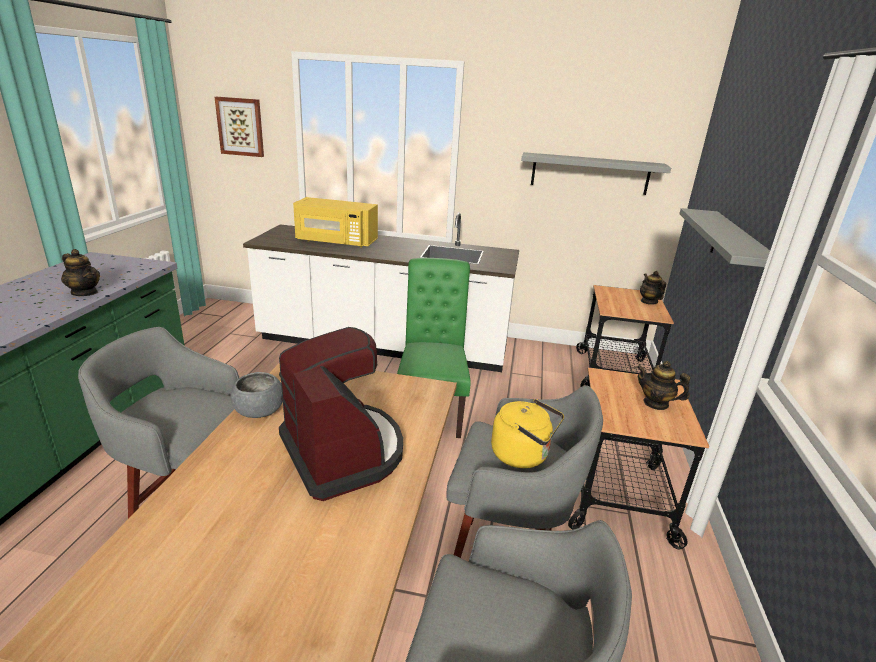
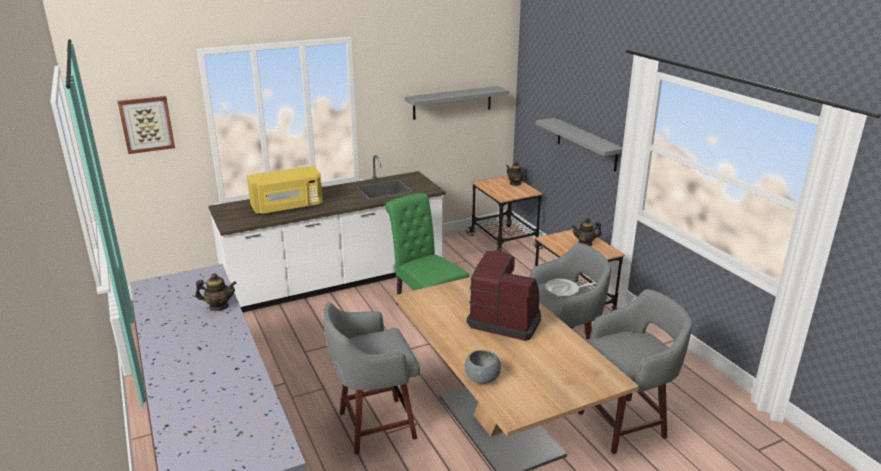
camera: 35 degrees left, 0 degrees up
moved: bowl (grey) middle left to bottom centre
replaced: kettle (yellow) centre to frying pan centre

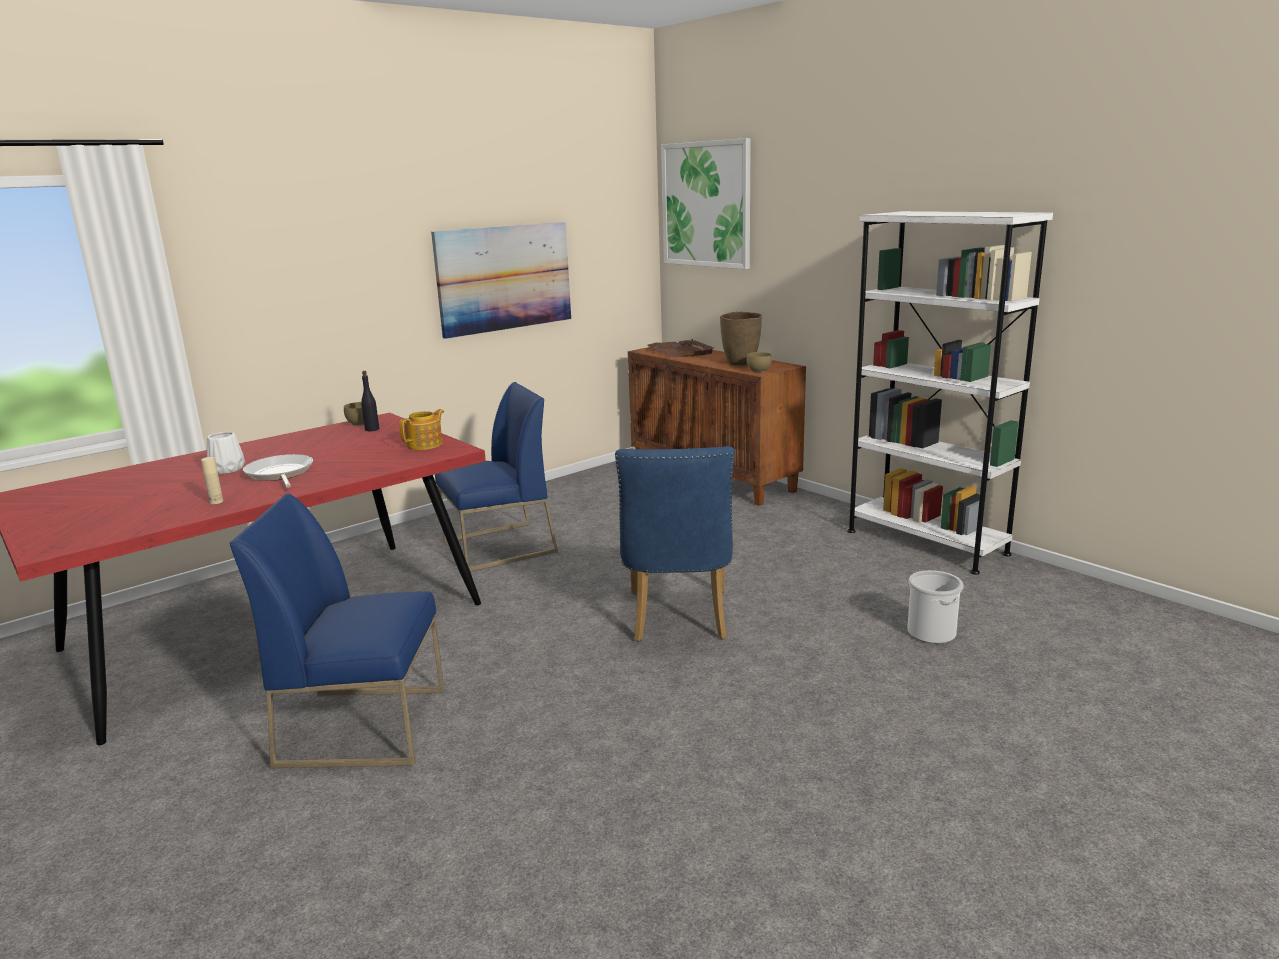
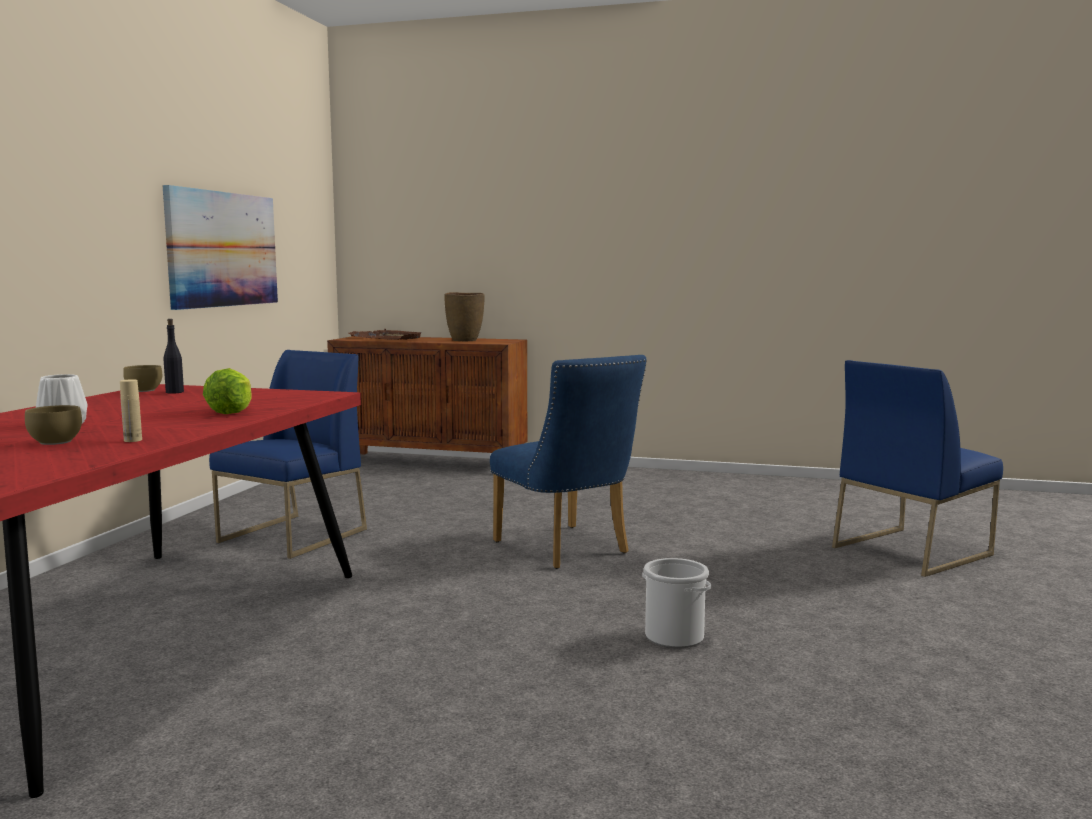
camera: 35 degrees left, 10 degrees down
removed: picture (2nd from left) top centre; bookcase (white) middle right; teapot middle left; frying pan middle left
added: lettuce middle left
moved: bowl (brown) (2nd from left in the first image) centre to bowl (brown) (1st from left) middle left; chair (blue) (1st from left in the first image) middle left to chair (blue) (3rd from left) middle right; bucket middle right to bottom centre

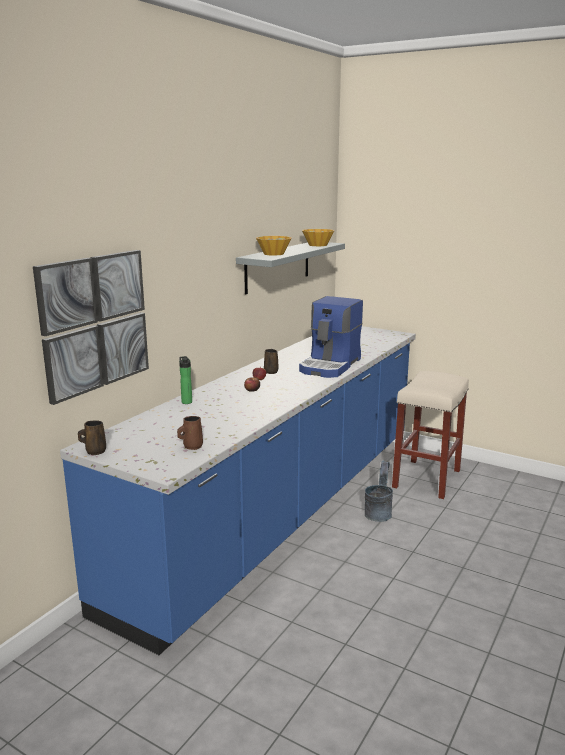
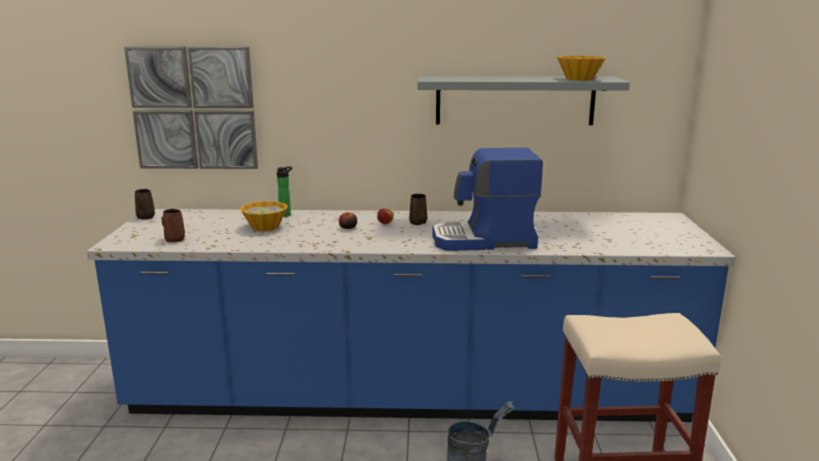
camera: 60 degrees right, 0 degrees up
moved: bowl (1st from left) top centre to middle left

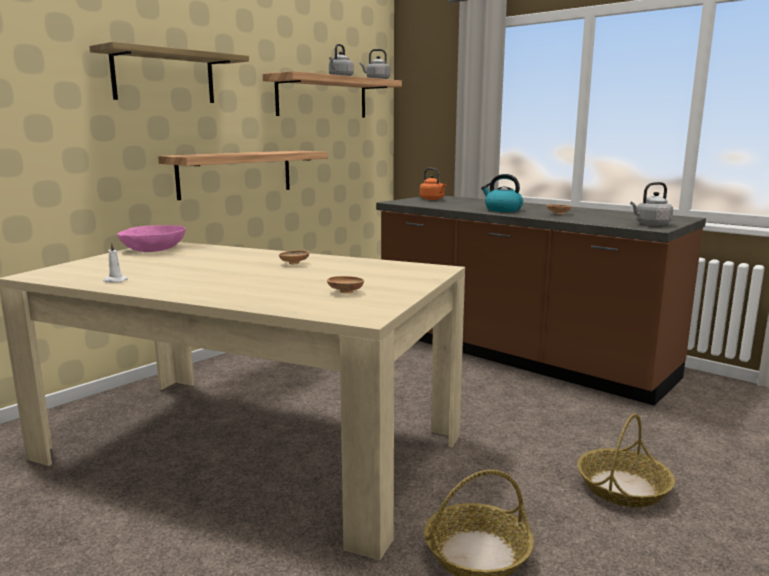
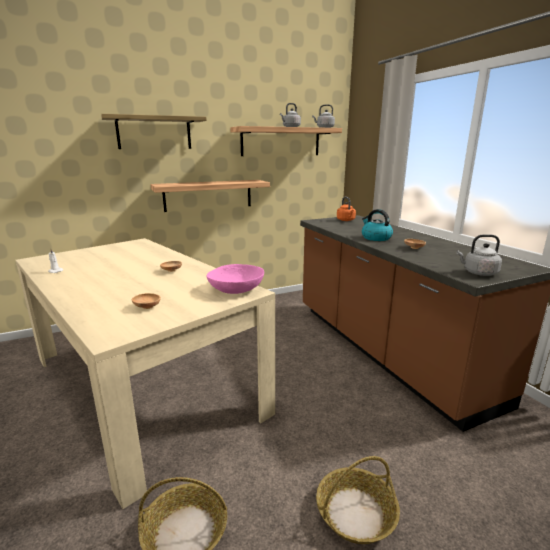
camera: 25 degrees right, 5 degrees up
moved: bowl (pink) middle left to centre

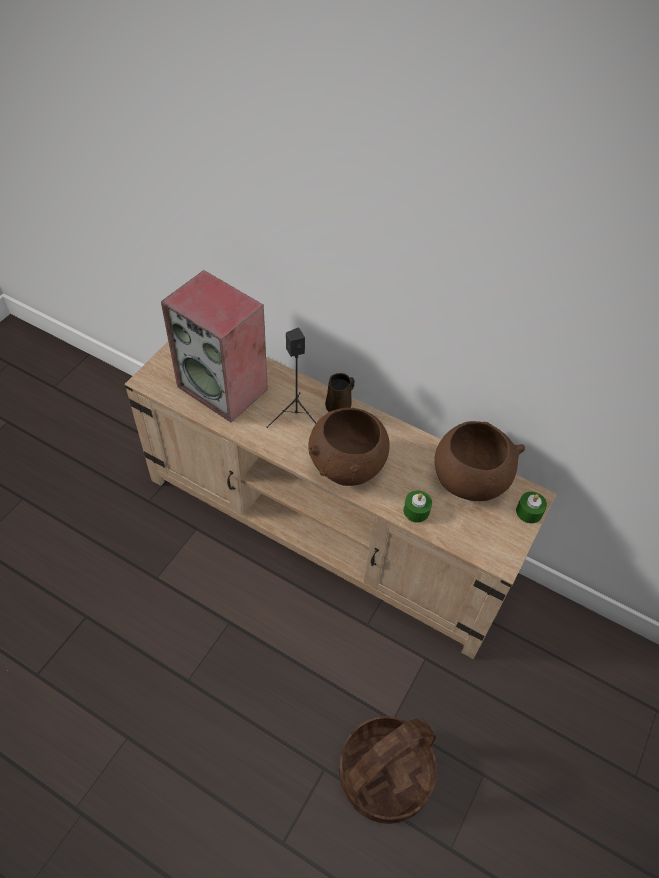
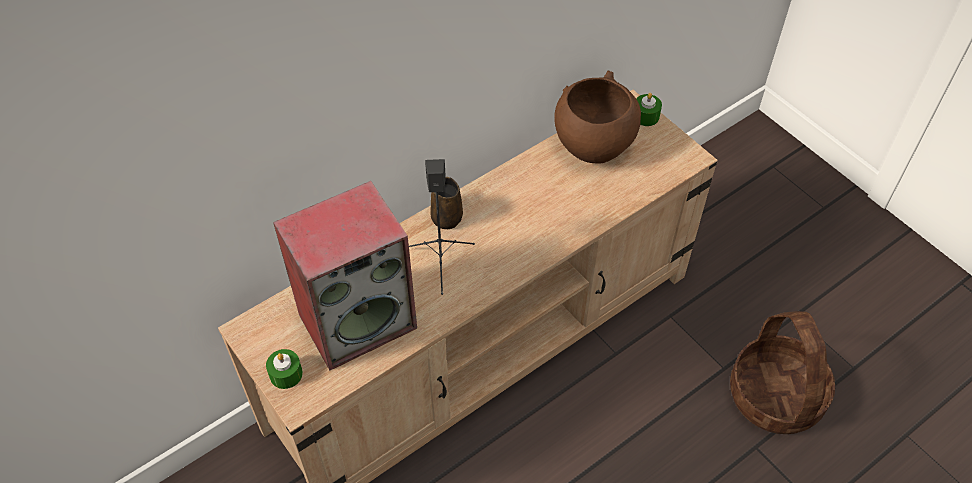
camera: 65 degrees left, 0 degrees up
removed: bowl (brown) (1st from left) centre
moved: candle (green) (1st from left) centre to bottom left

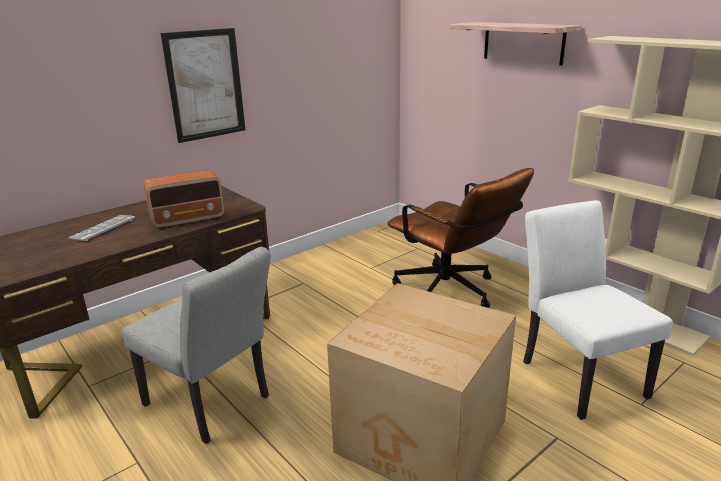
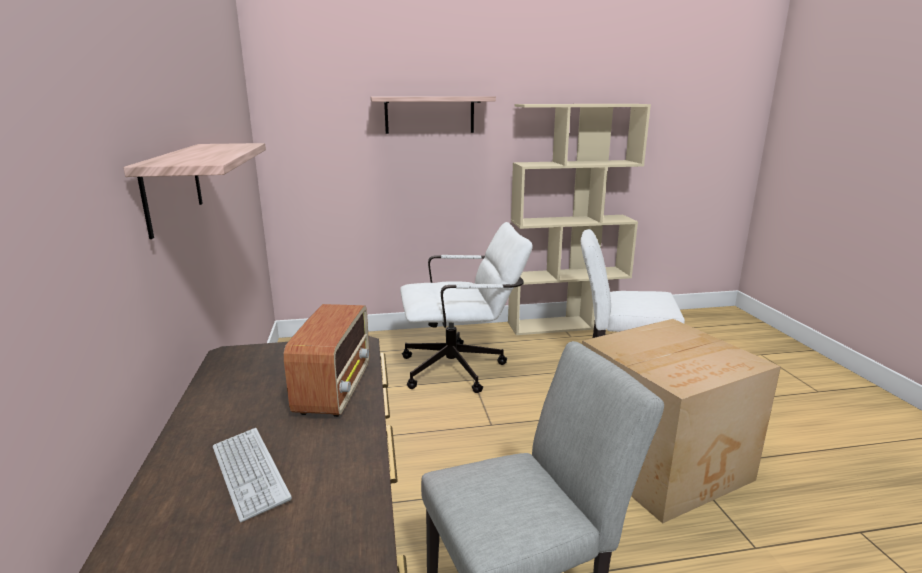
camera: 60 degrees left, 5 degrees down
replaced: picture top left to shelf (1st from left) middle left
recoloured: office chair (brown) centre to office chair (white) centre

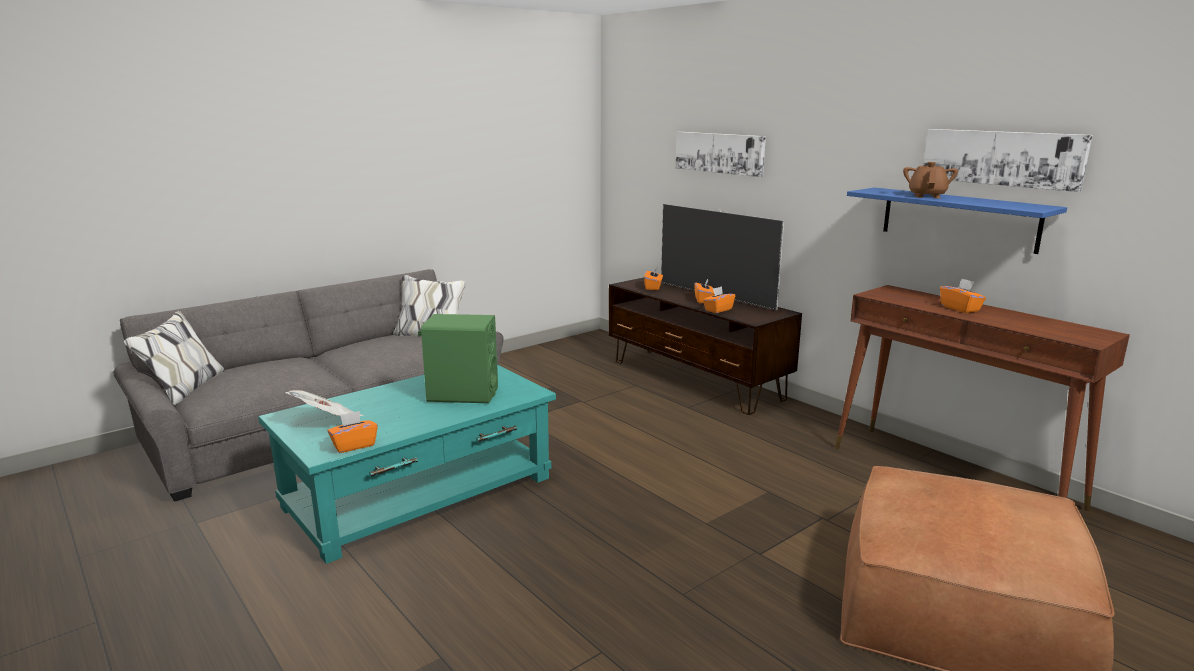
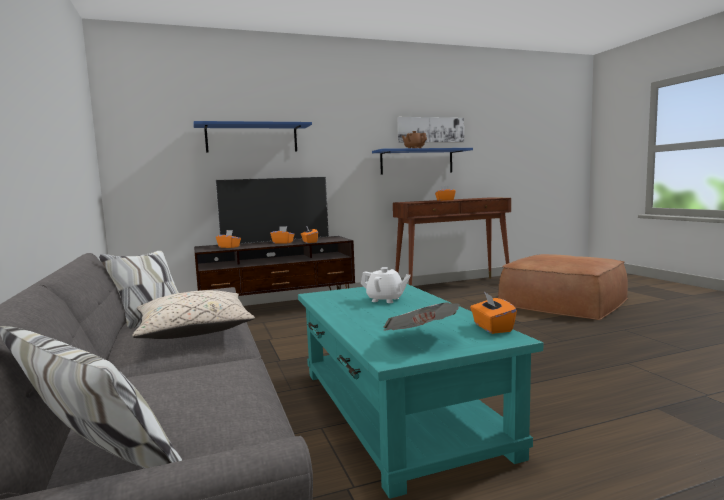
camera: 70 degrees left, 10 degrees down
added: pillow (beige) middle left
replaced: picture (1st from left) top centre to shelf (blue) (1st from left) top centre; speaker (green) centre to teapot (white) centre

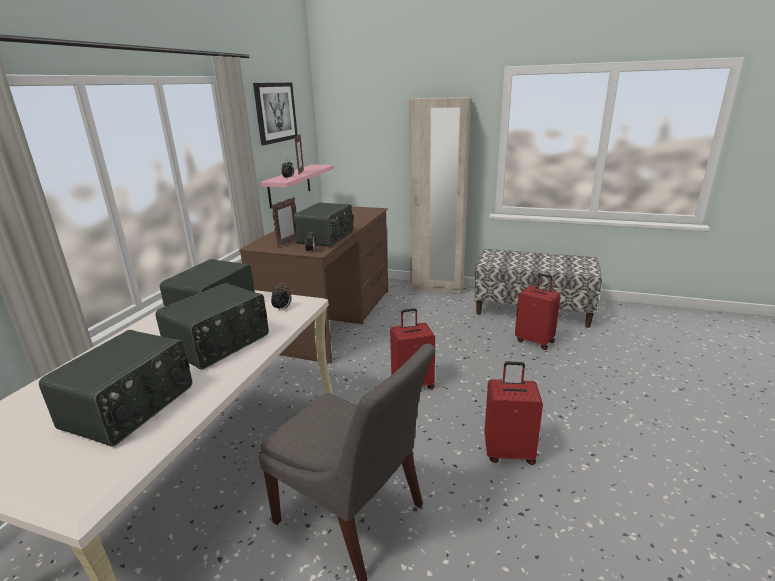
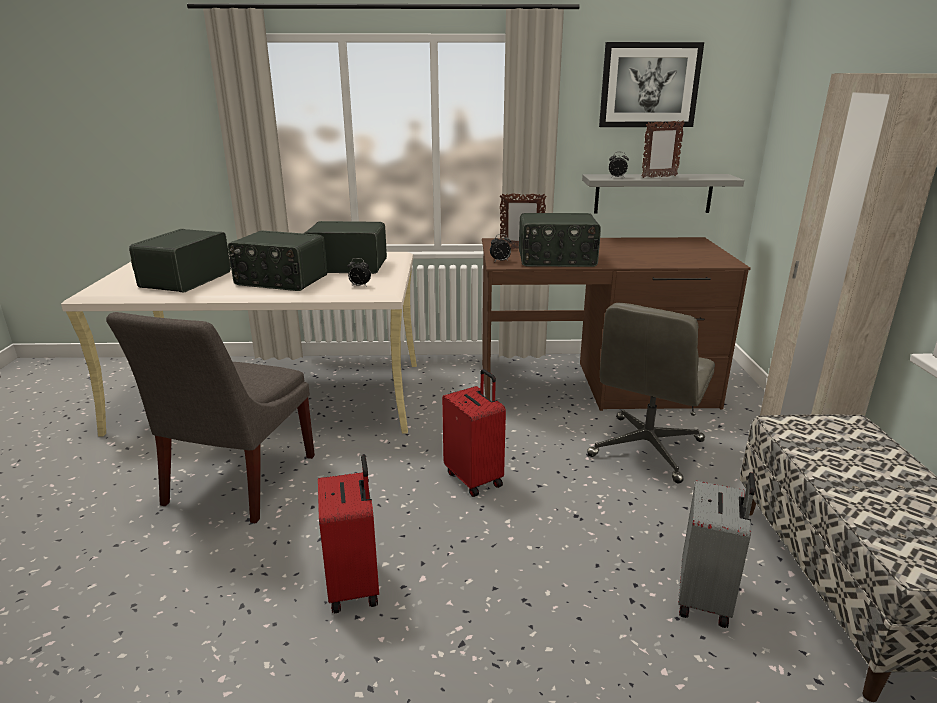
camera: 70 degrees right, 0 degrees up
added: office chair (grey) middle right
recoloured: shelf (pink) top centre to shelf (grey) top right; suitcase (red) (3rd from left) middle right to suitcase (grey) bottom right
turned: radio (1st from left) bottom left = middle left 105 degrees clockwise

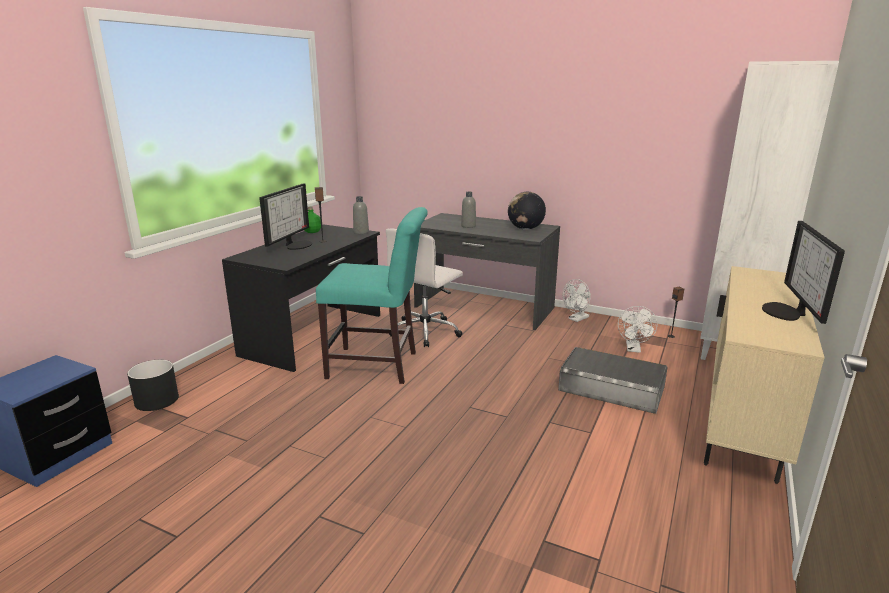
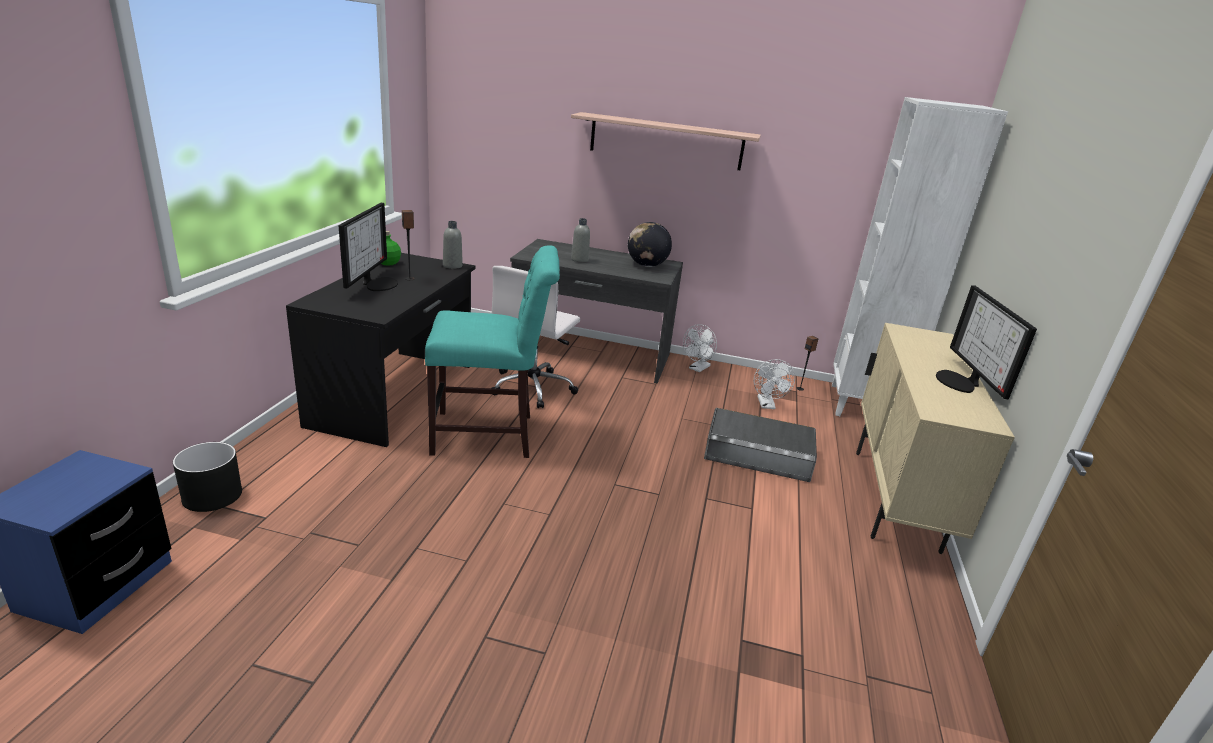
camera: 15 degrees left, 5 degrees up
added: shelf top centre

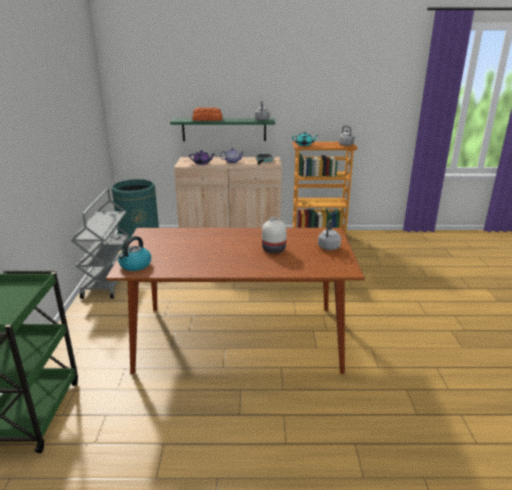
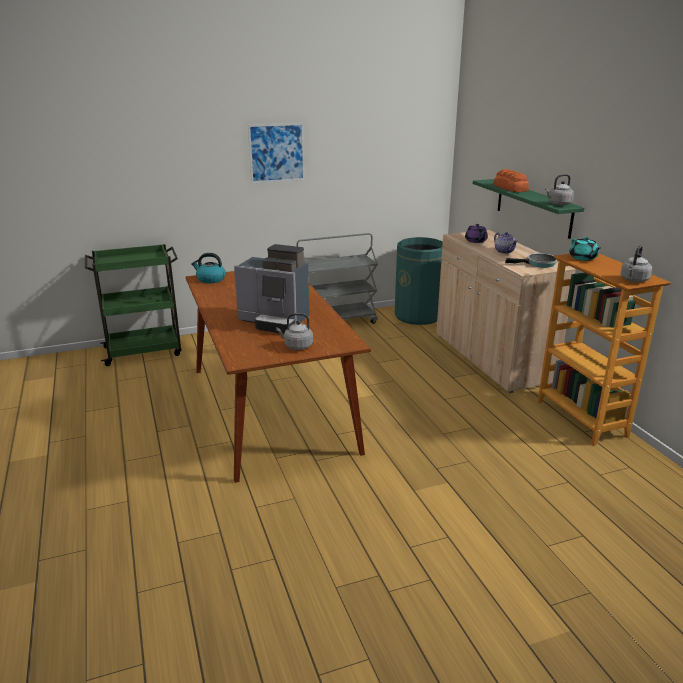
camera: 70 degrees right, 0 degrees up
added: picture top centre
replaced: vase (white) centre to coffee machine centre

